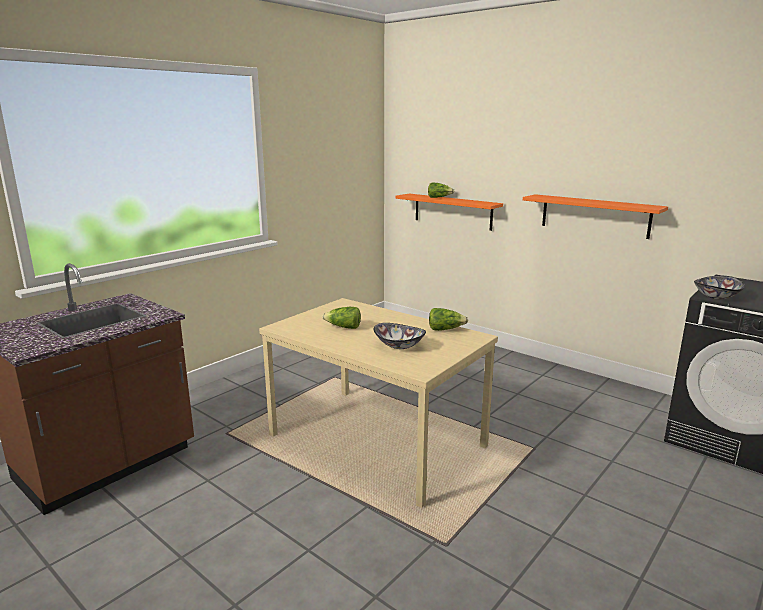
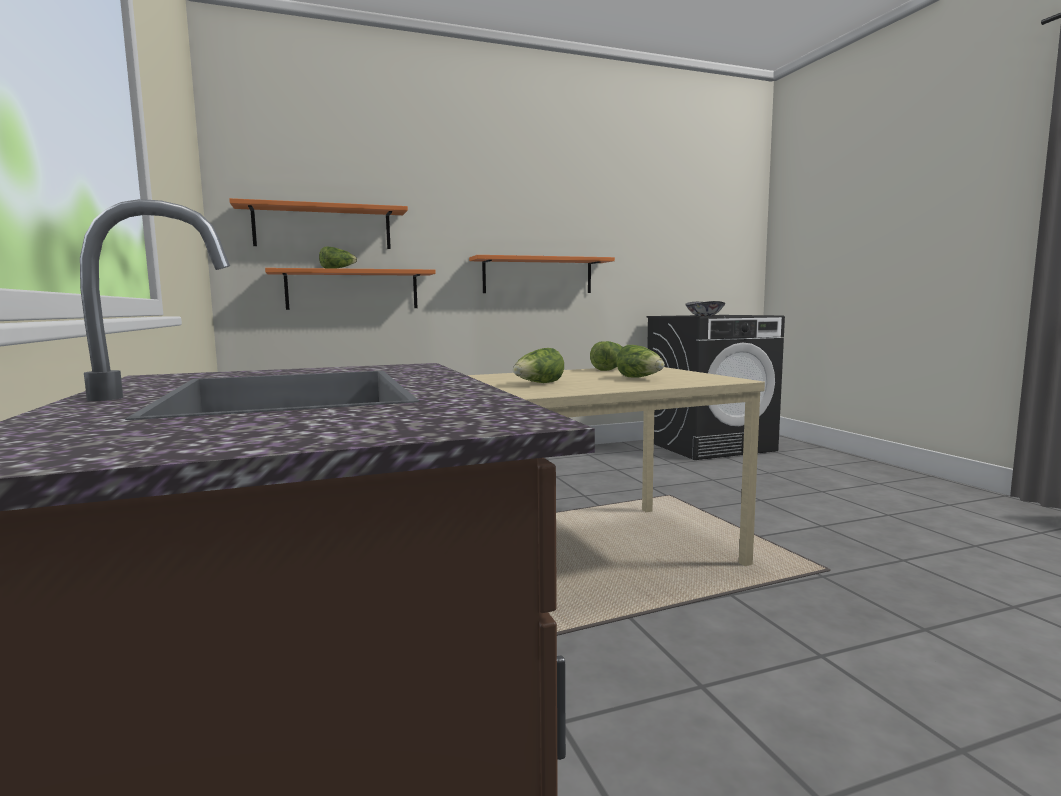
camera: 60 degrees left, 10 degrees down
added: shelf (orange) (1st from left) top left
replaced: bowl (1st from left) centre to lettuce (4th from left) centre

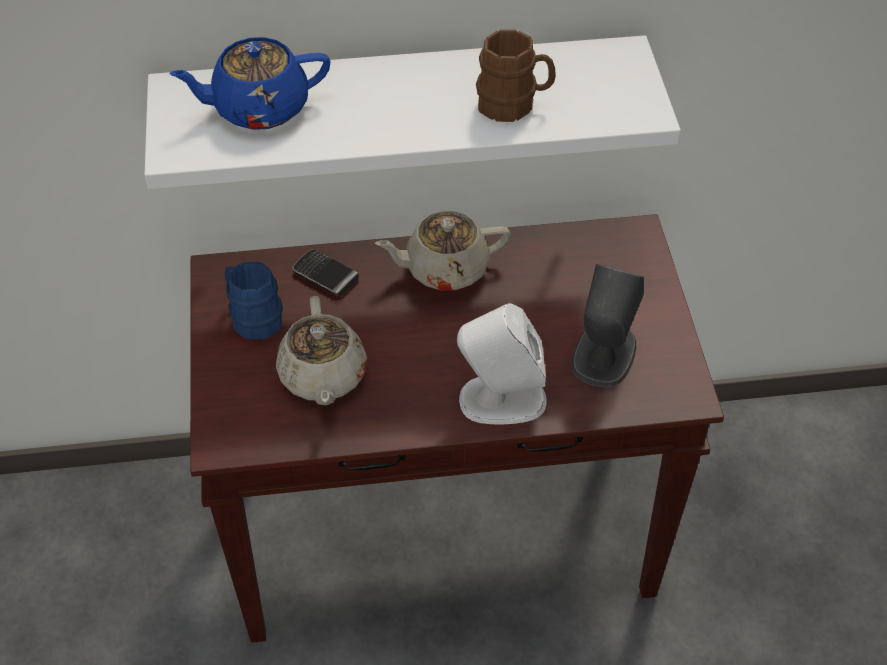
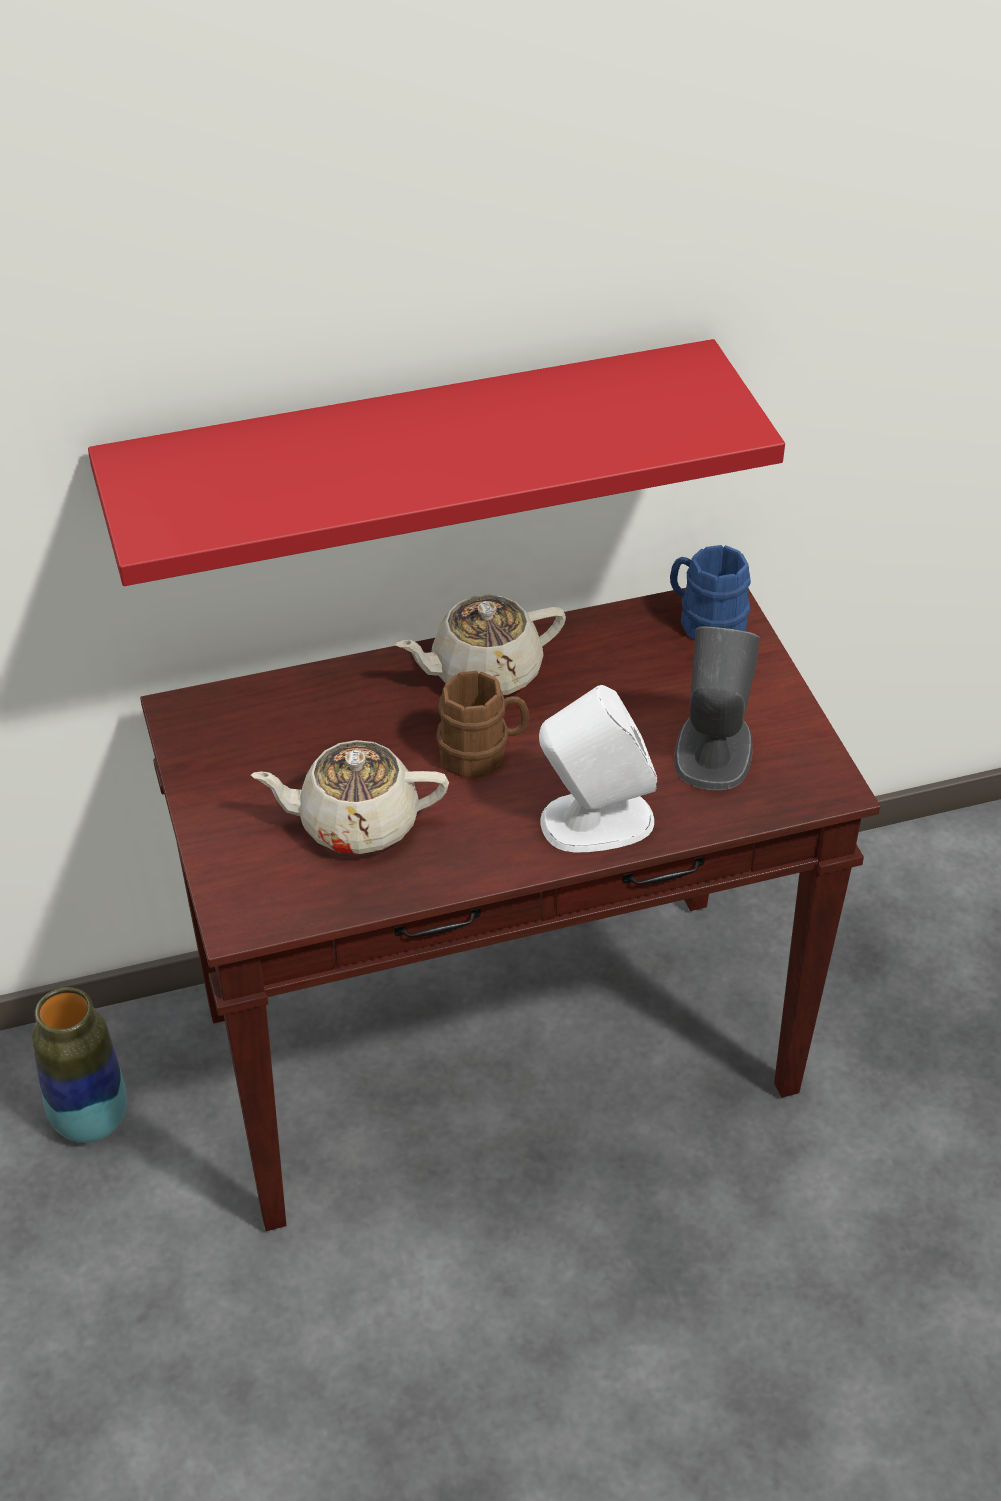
camera: 10 degrees left, 5 degrees down
removed: teapot (blue) top left; phone centre
added: vase bottom left
moved: mug (brown) top centre to centre; mug (blue) middle left to middle right
recoloured: shelf (white) top centre to shelf (red) top centre
turned: teapot (beige) (1st from left) centre = centre 105 degrees clockwise

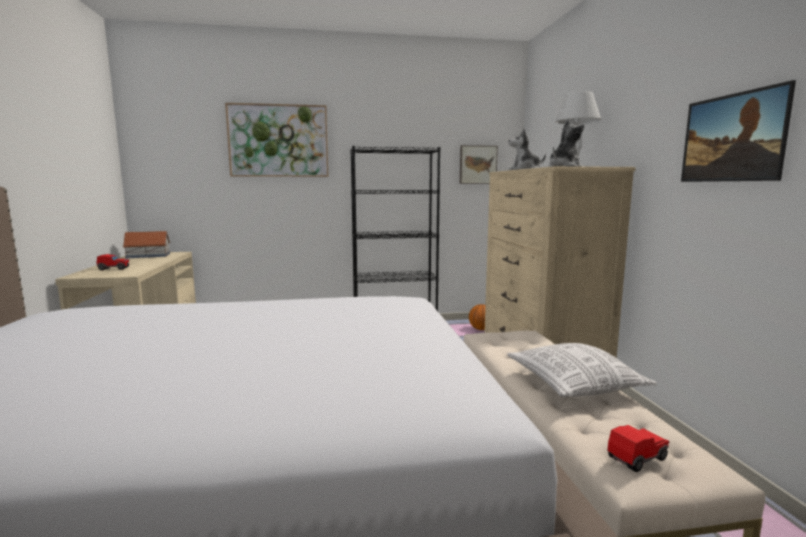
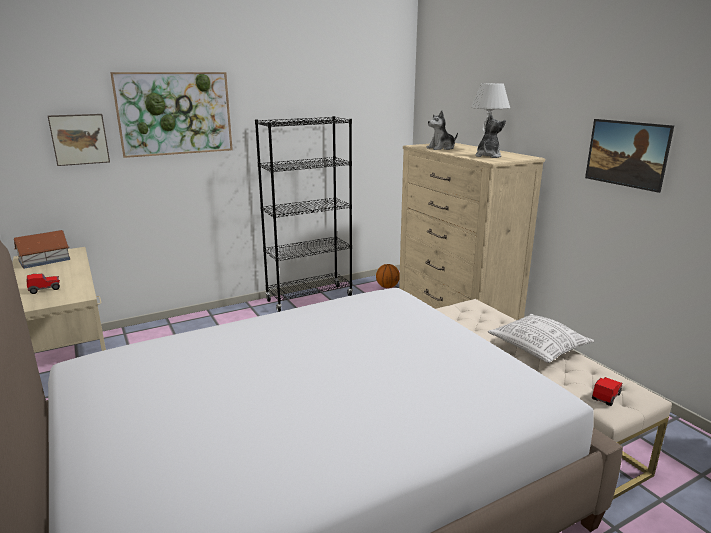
camera: 20 degrees left, 10 degrees up
moved: picture (2nd from left in the first image) top centre to picture (1st from left) top left

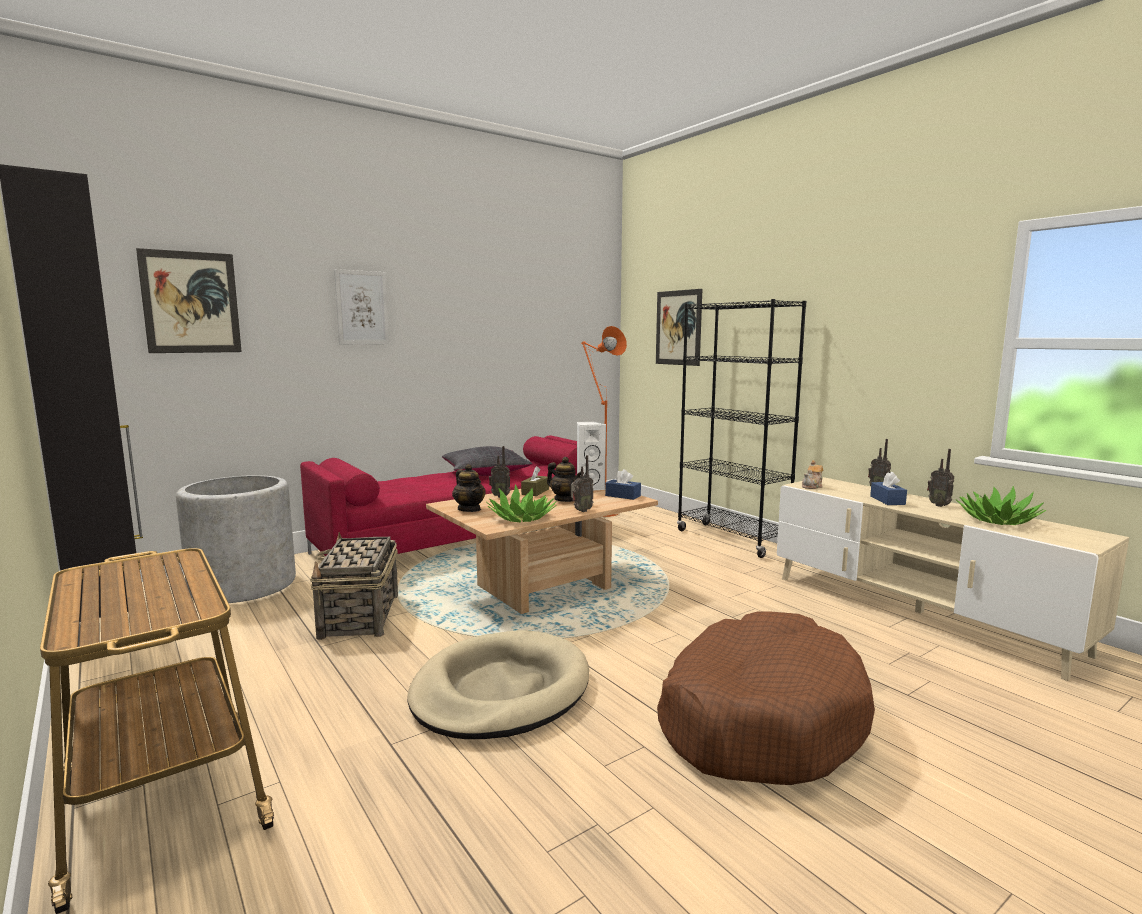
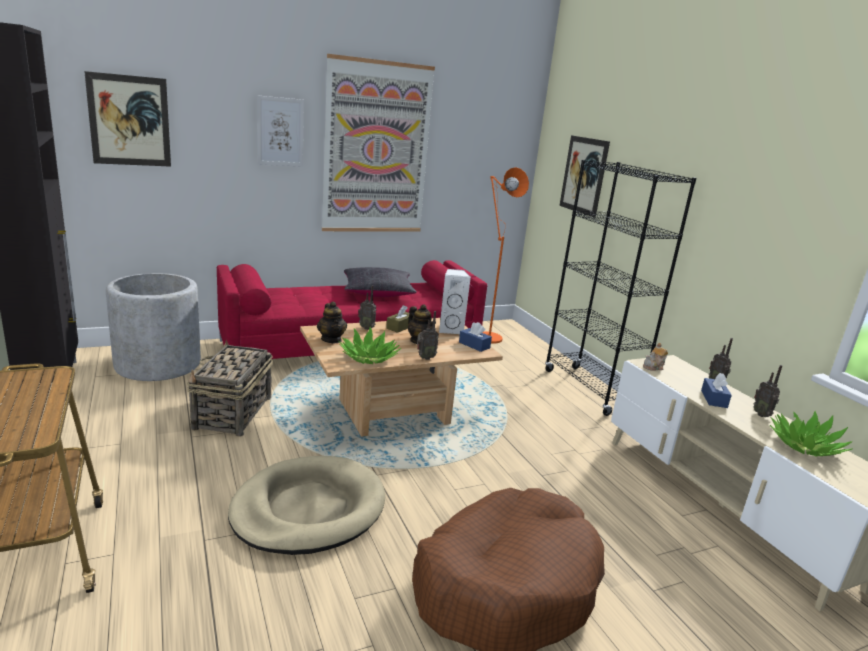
camera: 10 degrees right, 10 degrees up
added: picture (3rd from left) top centre

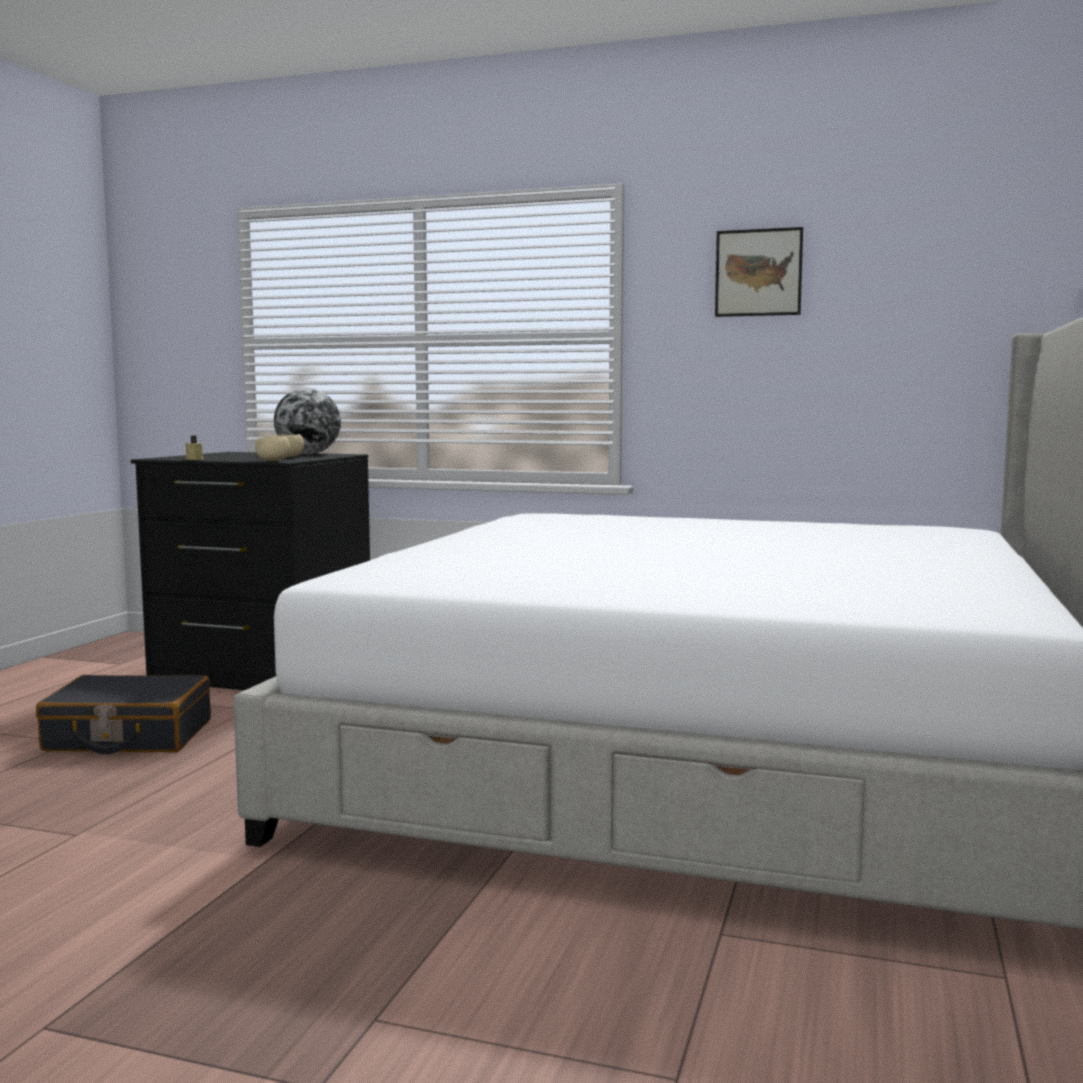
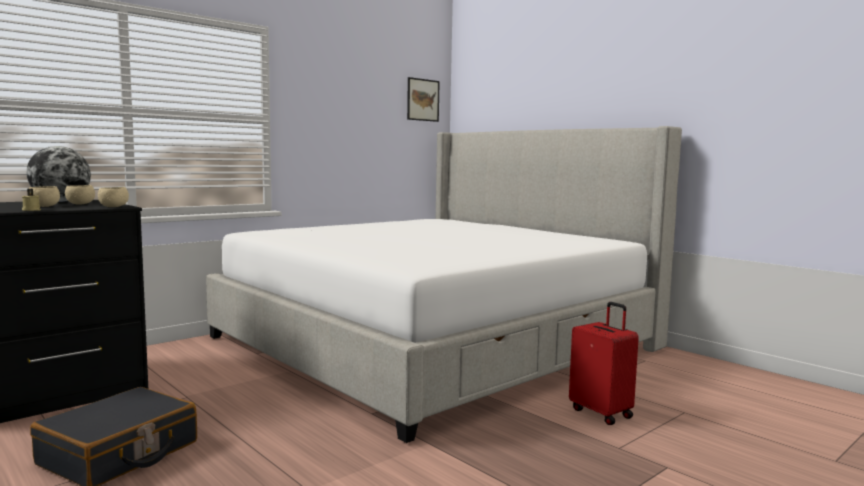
camera: 60 degrees left, 0 degrees up
added: bowl (beige) (1st from left) middle left; suitcase (red) bottom right
moved: picture top right to top centre

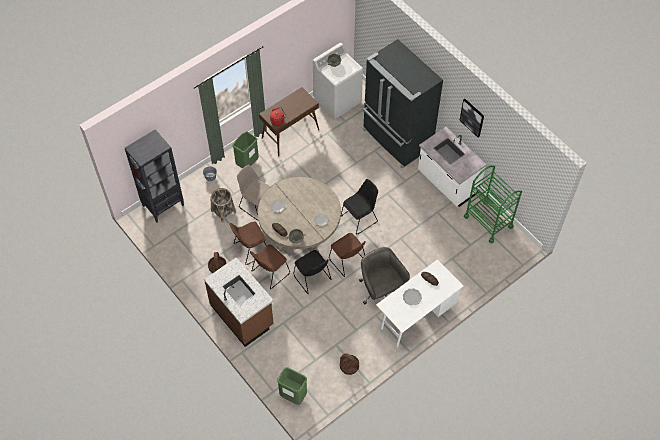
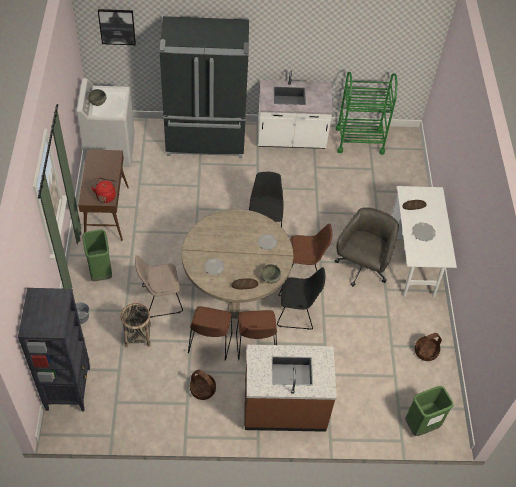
camera: 55 degrees left, 5 degrees down
moved: picture top right to top left
turned: office chair (grey) centre = middle right 105 degrees clockwise

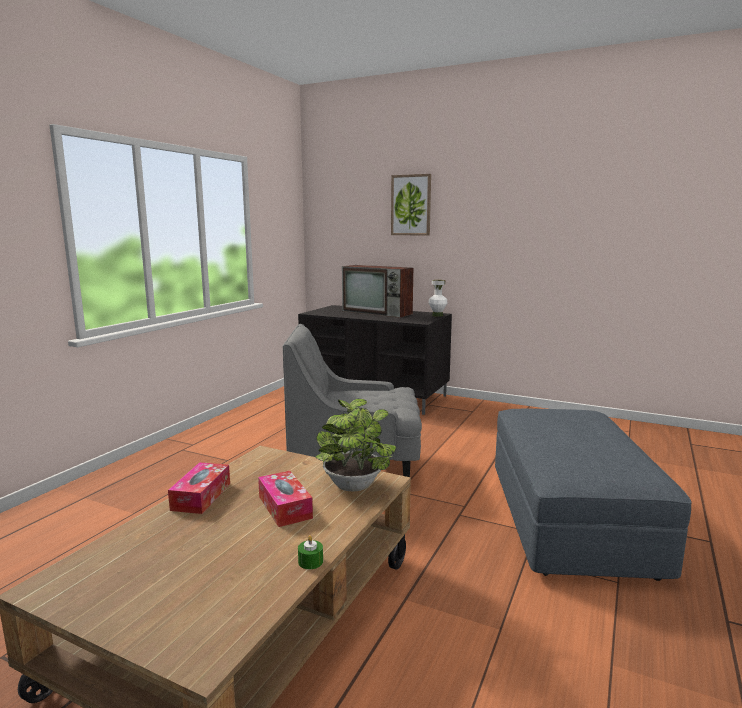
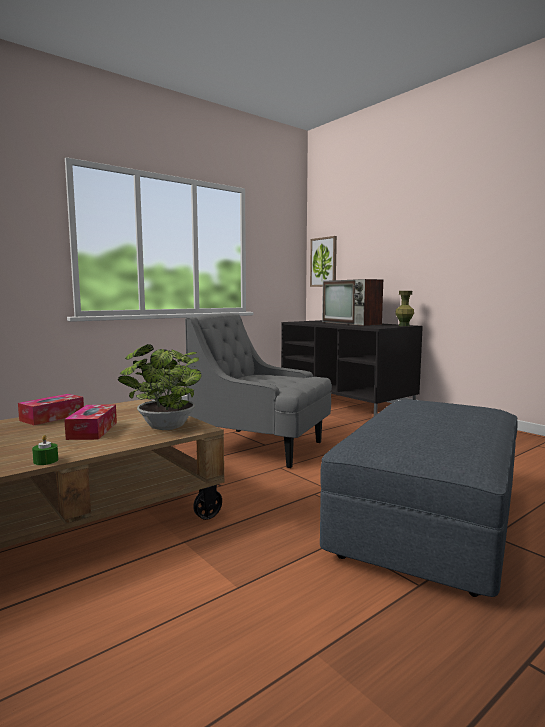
camera: 25 degrees right, 5 degrees down
moved: picture top centre to centre
recoloured: vase (white) centre to vase (green) middle right

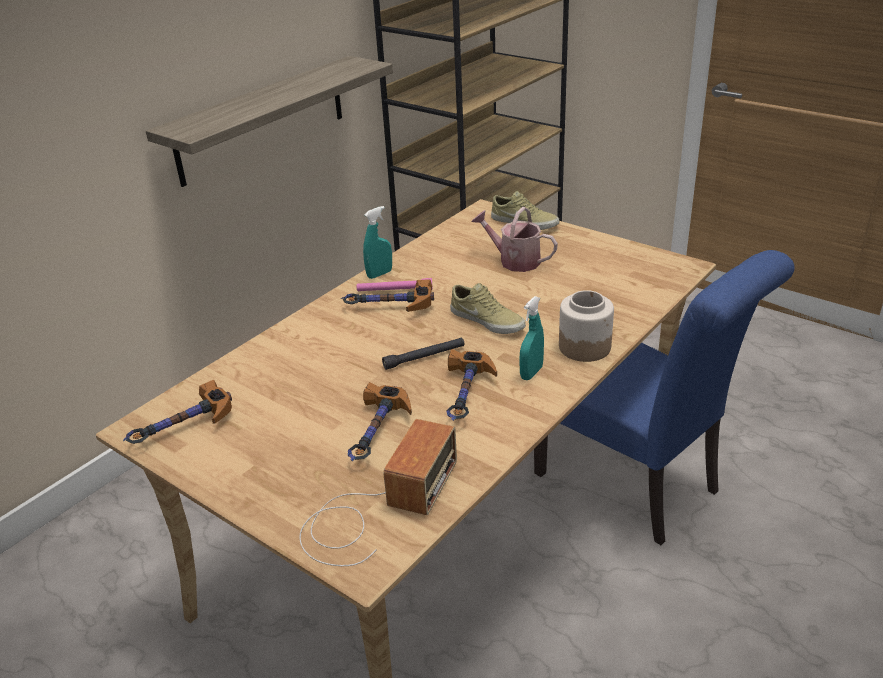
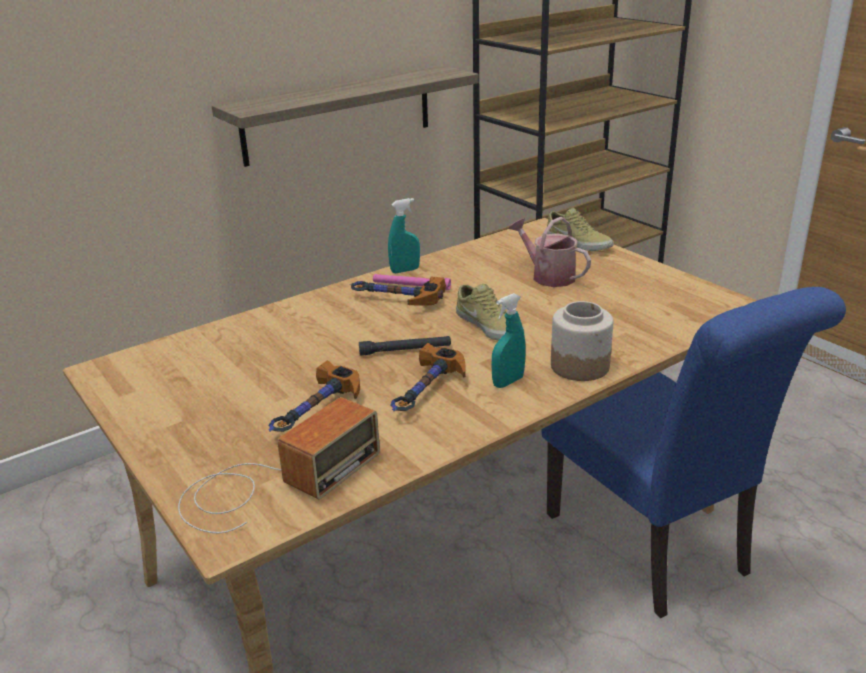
camera: 15 degrees right, 5 degrees down
removed: hammer (1st from left) middle left

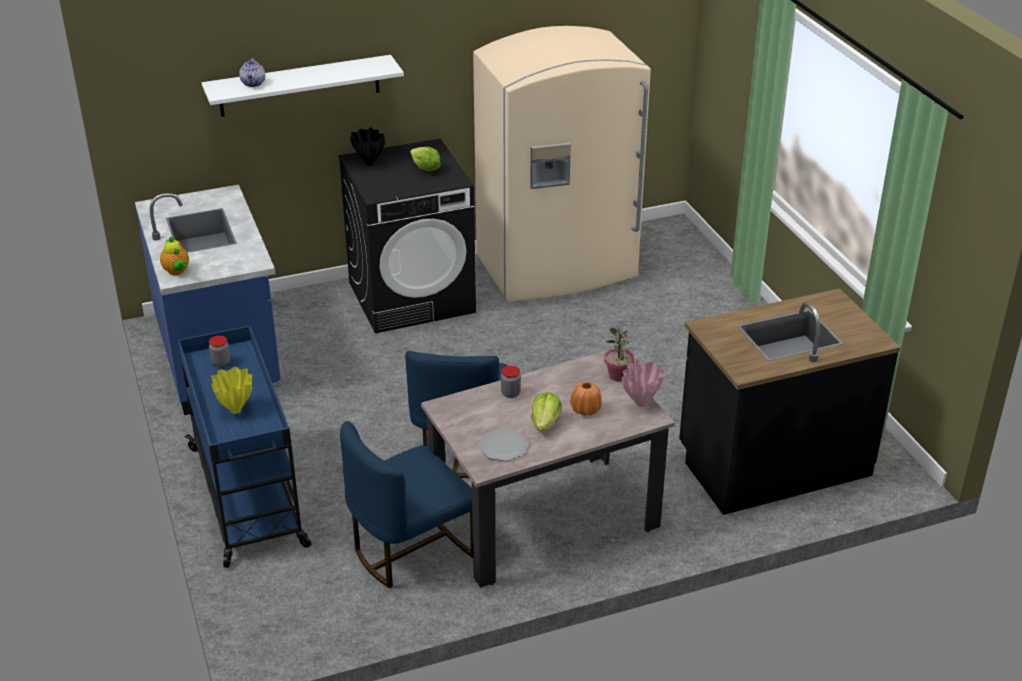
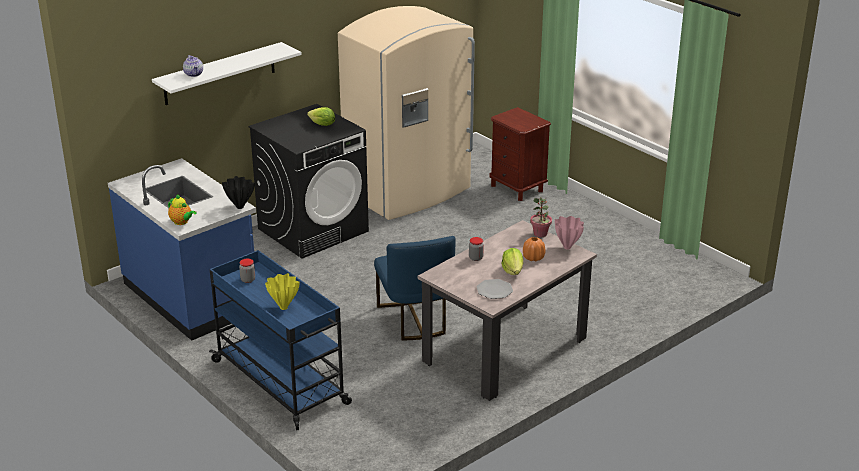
camera: 20 degrees left, 5 degrees down
removed: counter (black) middle right; chair (blue) (1st from left) bottom centre
added: nightstand (brown) top centre
moved: vase (black) top centre to middle left

